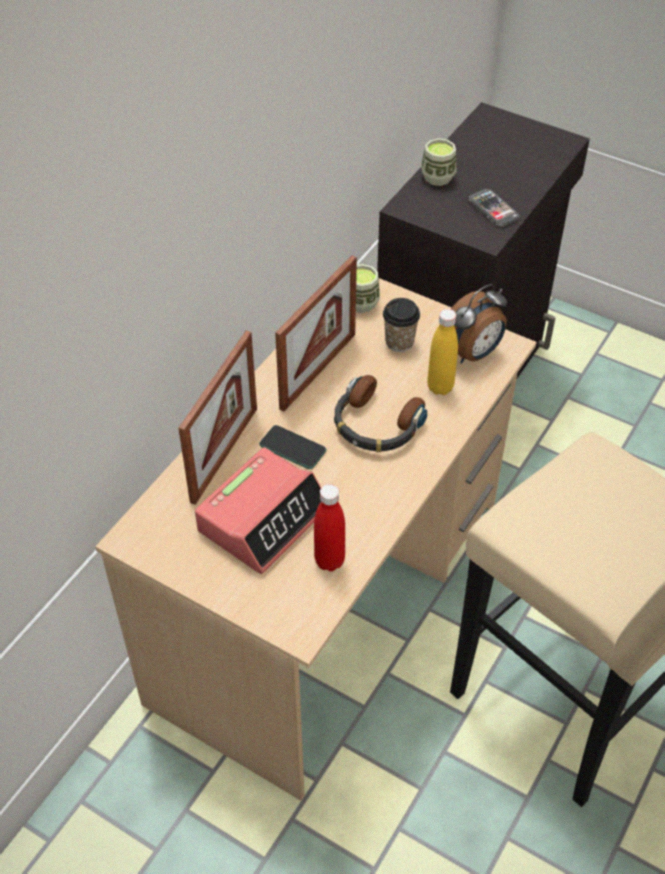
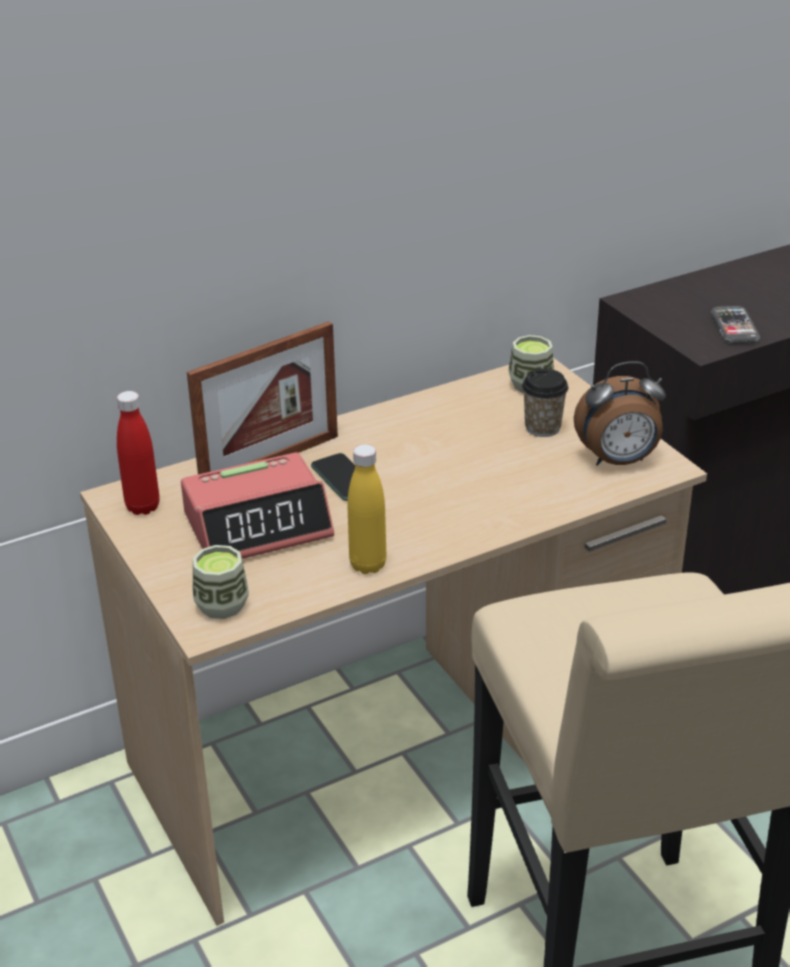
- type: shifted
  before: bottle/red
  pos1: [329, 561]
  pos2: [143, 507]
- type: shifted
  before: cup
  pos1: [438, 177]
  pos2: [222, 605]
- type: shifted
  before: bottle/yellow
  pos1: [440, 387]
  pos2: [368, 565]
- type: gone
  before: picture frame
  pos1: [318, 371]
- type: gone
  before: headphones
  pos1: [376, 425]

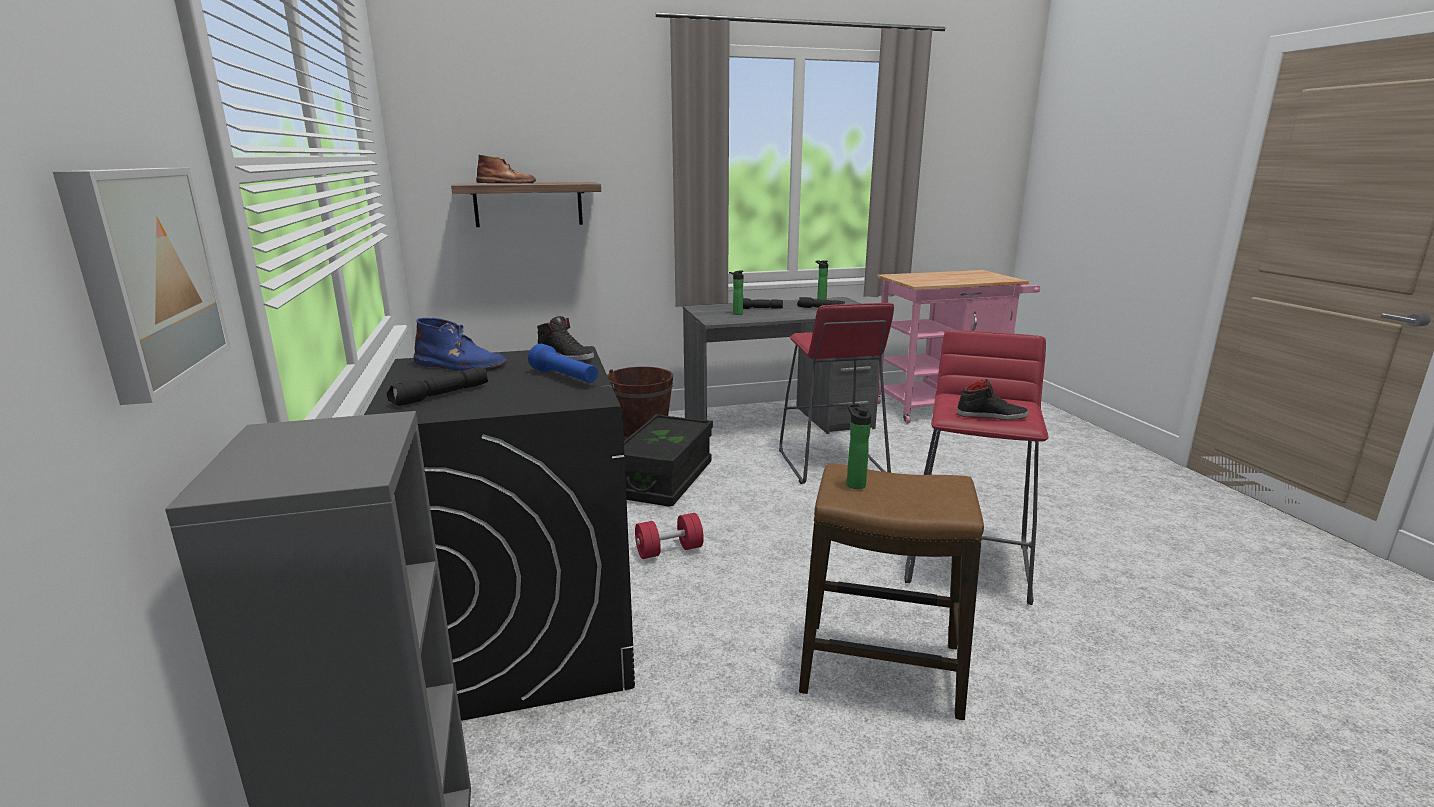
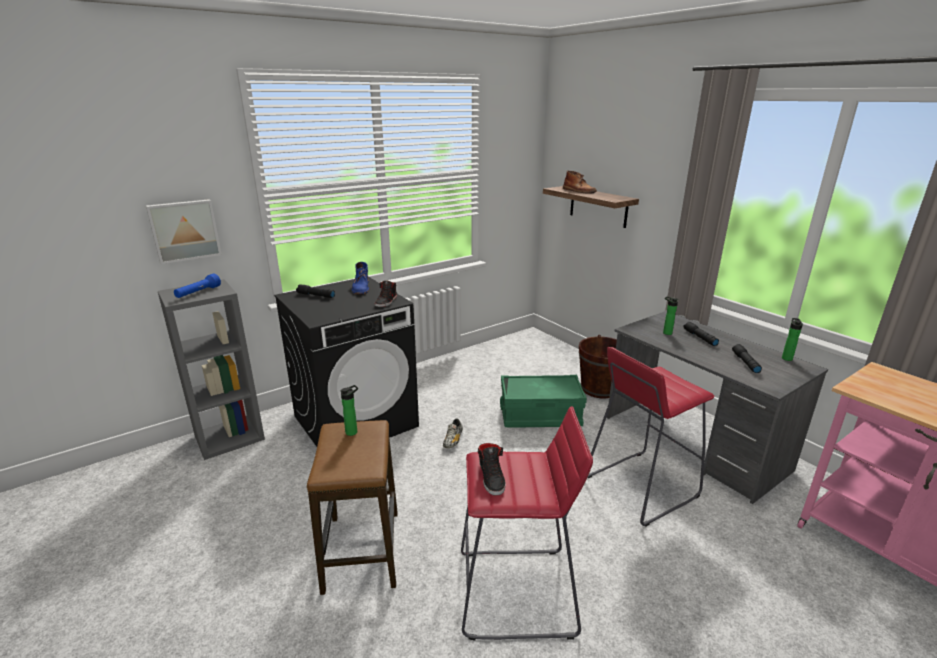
- type: shifted
  before: flashlight/blue
  pos1: [565, 378]
  pos2: [198, 293]
- type: swapped
  before: dumbbell/red
  after: shoe
  pos1: [669, 550]
  pos2: [453, 440]
- type: repainted
  before: storage box/black
  after: storage box/green
  pos1: [664, 480]
  pos2: [540, 415]

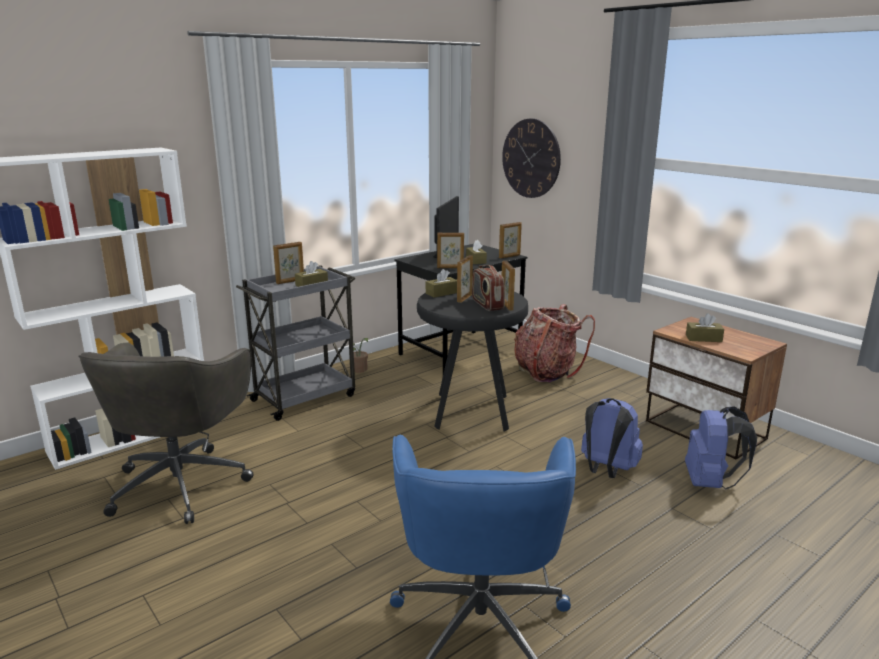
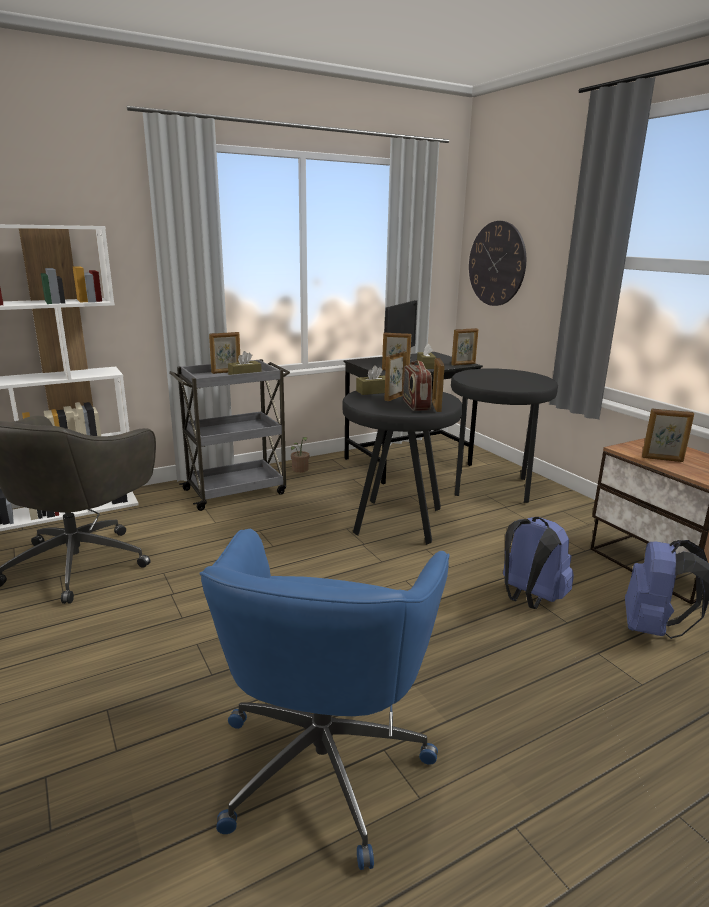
- type: swapped
  before: backpack
  after: stool/black
  pos1: [547, 371]
  pos2: [493, 488]
- type: swapped
  before: tissue box/brown
  after: picture frame
  pos1: [703, 338]
  pos2: [662, 459]

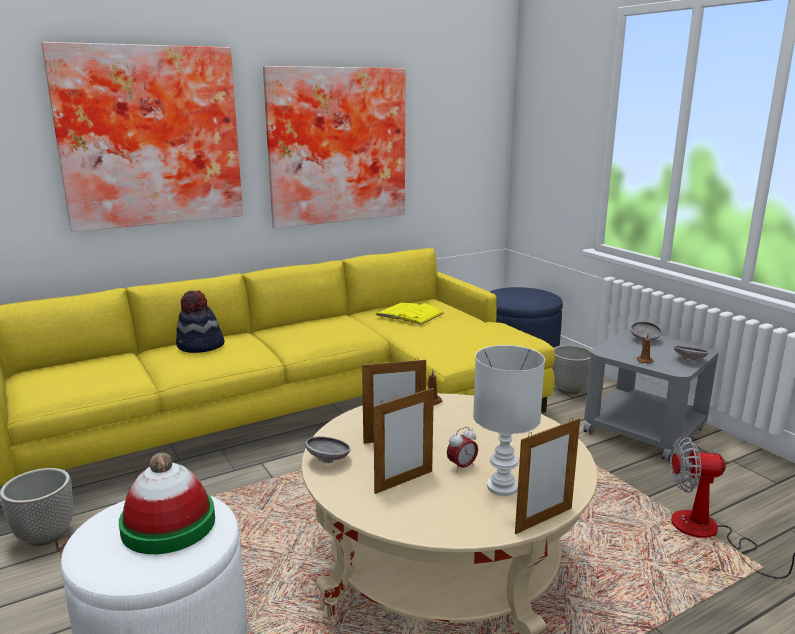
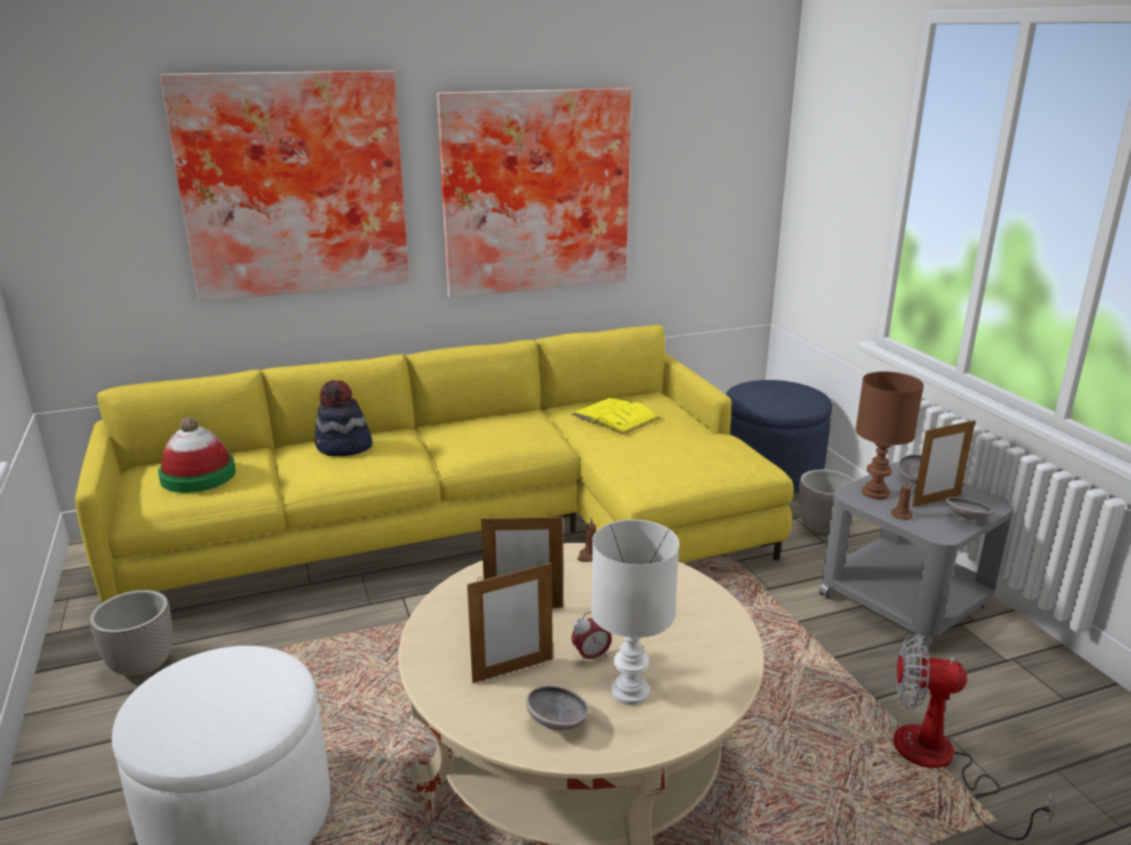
- type: shifted
  before: hat
  pos1: [168, 525]
  pos2: [198, 475]
- type: shifted
  before: bowl/grey
  pos1: [329, 460]
  pos2: [558, 723]
- type: new
  after: table lamp/brown
  pos2: [875, 492]
- type: shifted
  before: picture frame
  pos1: [543, 520]
  pos2: [936, 500]

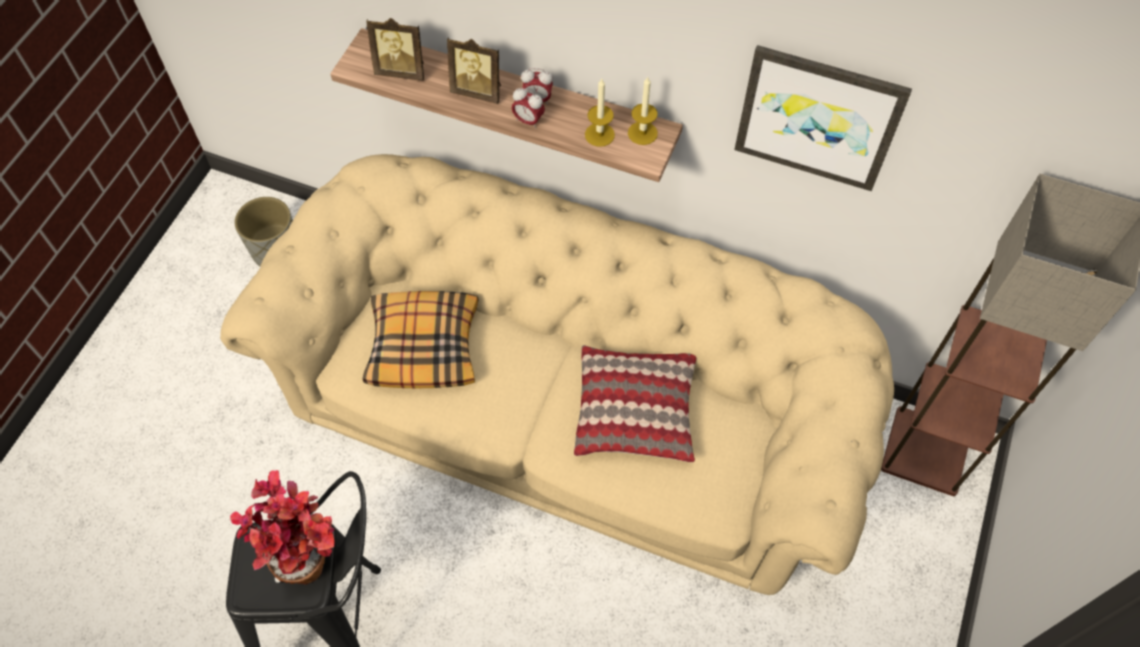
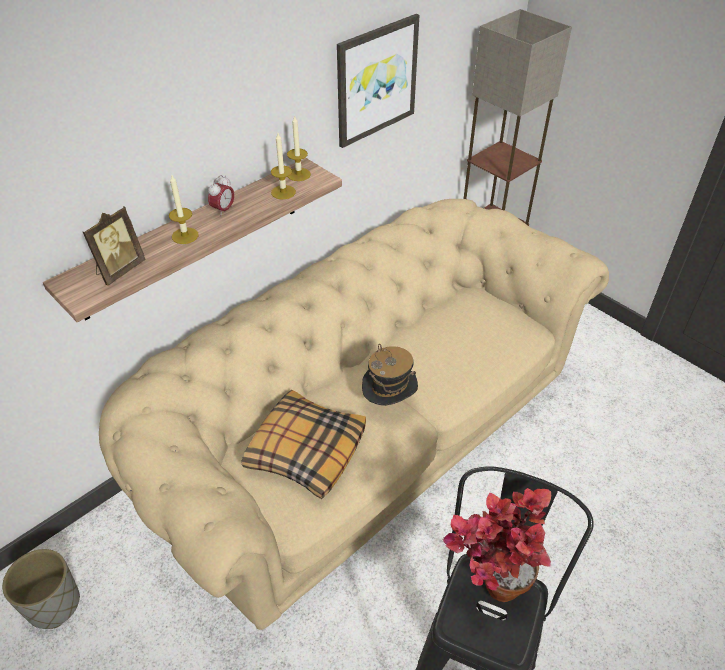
- type: swapped
  before: picture frame
  after: candle
  pos1: [478, 91]
  pos2: [185, 236]
- type: new
  after: hat
  pos2: [389, 403]
- type: gone
  before: alarm clock
  pos1: [528, 121]
- type: gone
  before: pillow
  pos1: [635, 411]

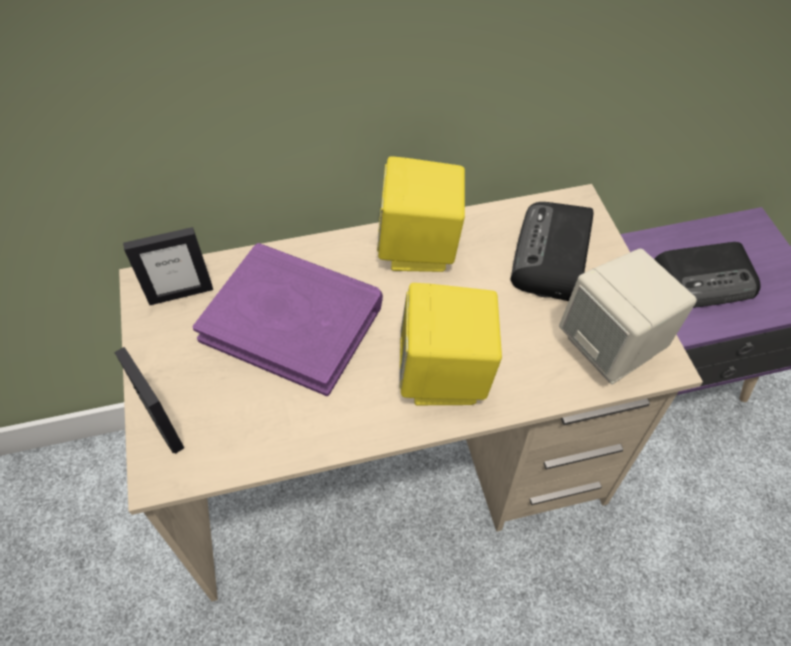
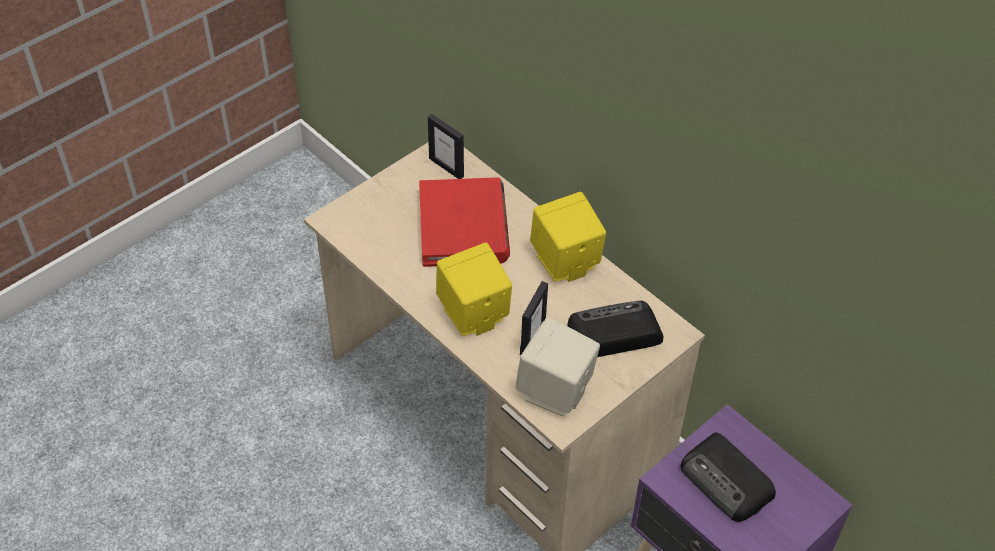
- type: repainted
  before: book/purple
  after: book/red
  pos1: [293, 320]
  pos2: [463, 226]
- type: shifted
  before: picture frame
  pos1: [162, 425]
  pos2: [532, 339]

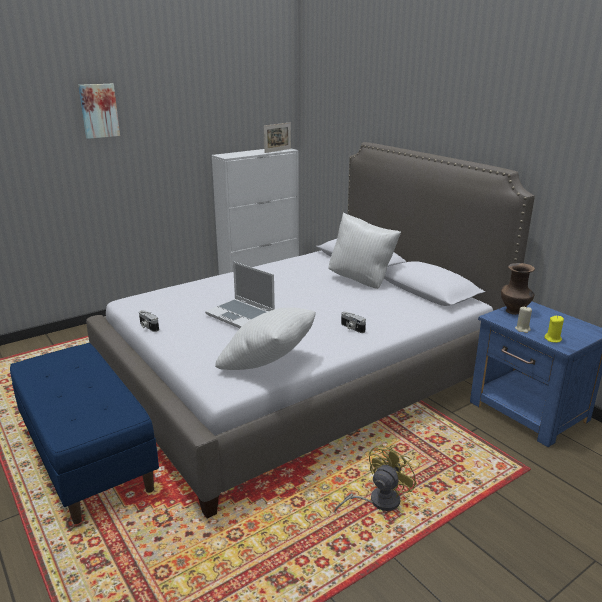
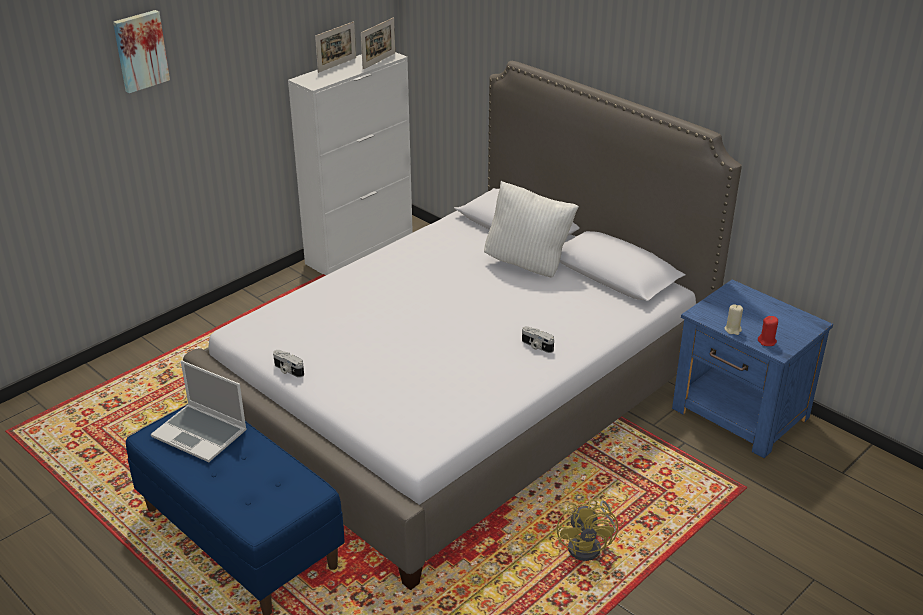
- type: shifted
  before: laptop
  pos1: [241, 315]
  pos2: [201, 434]
- type: new
  after: picture frame
  pos2: [337, 65]
- type: rotated
  before: fan/yellow
  pos1: [377, 501]
  pos2: [589, 546]
  turn: 150
- type: repainted
  before: candle/yellow
  after: candle/red
  pos1: [553, 339]
  pos2: [767, 341]
- type: gone
  before: pillow/white
  pos1: [268, 364]
- type: gone
  before: vase/brown
  pos1: [514, 311]

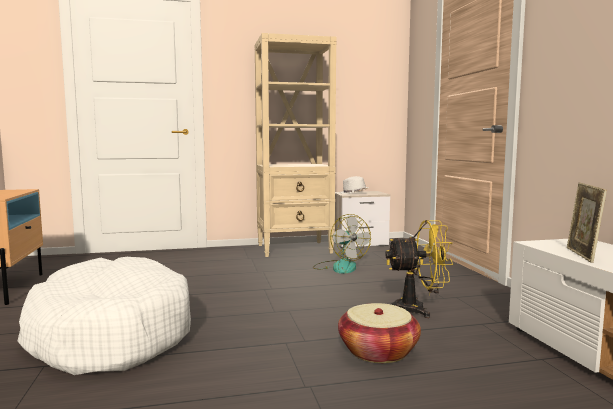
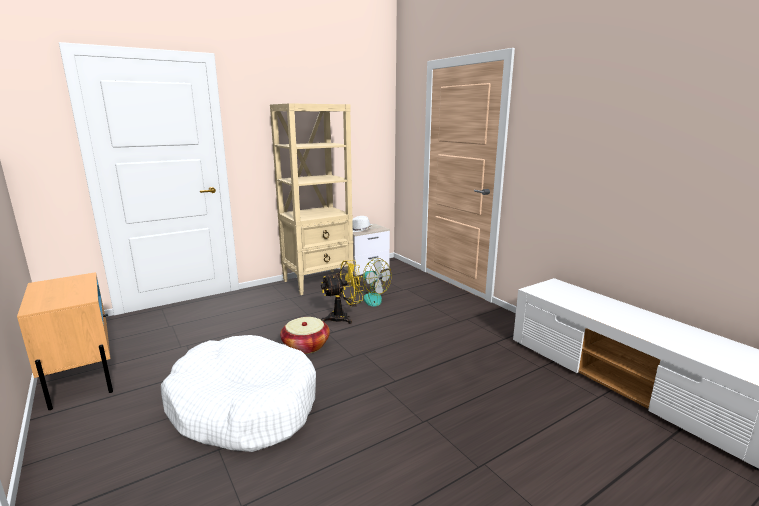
- type: shifted
  before: basket
  pos1: [378, 351]
  pos2: [306, 346]
- type: shifted
  before: fan/yellow
  pos1: [417, 309]
  pos2: [343, 317]
- type: gone
  before: picture frame
  pos1: [582, 255]

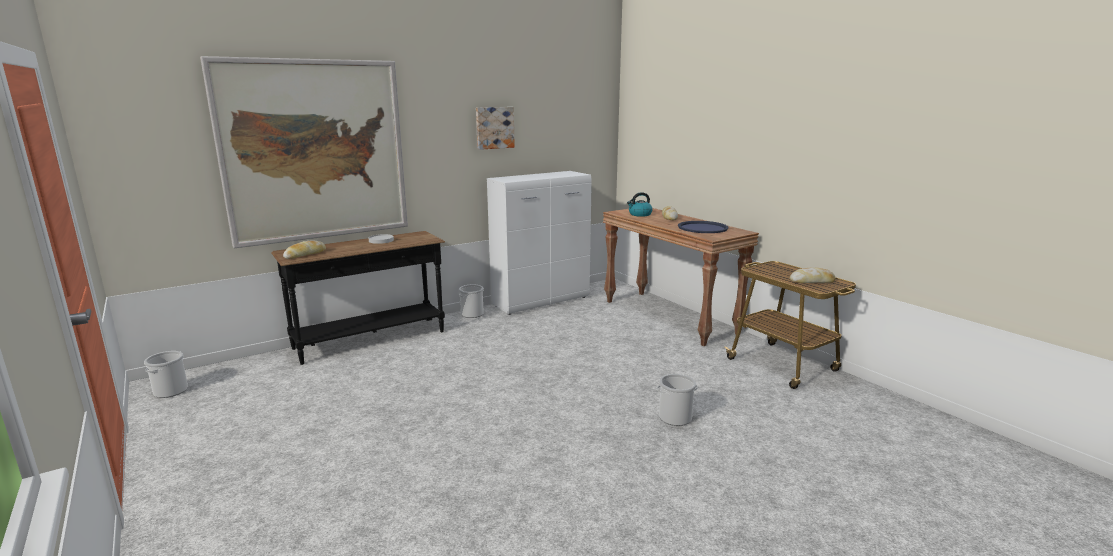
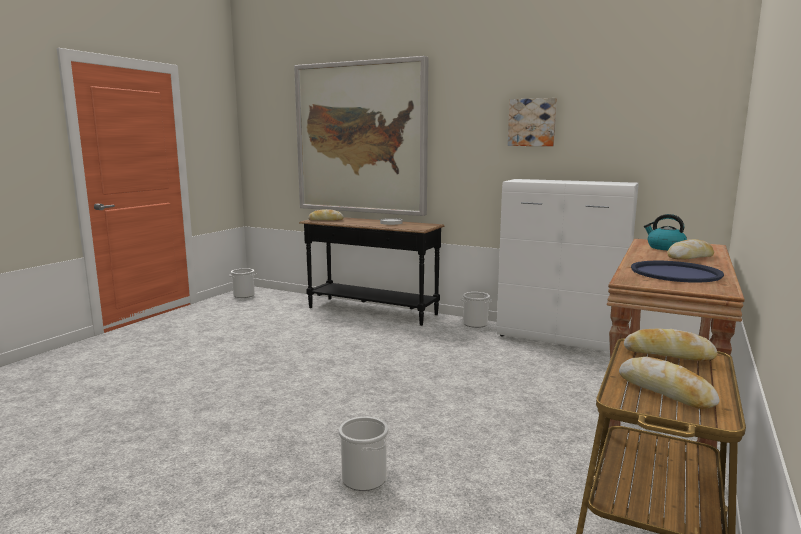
- type: new
  after: bread
  pos2: [668, 354]

